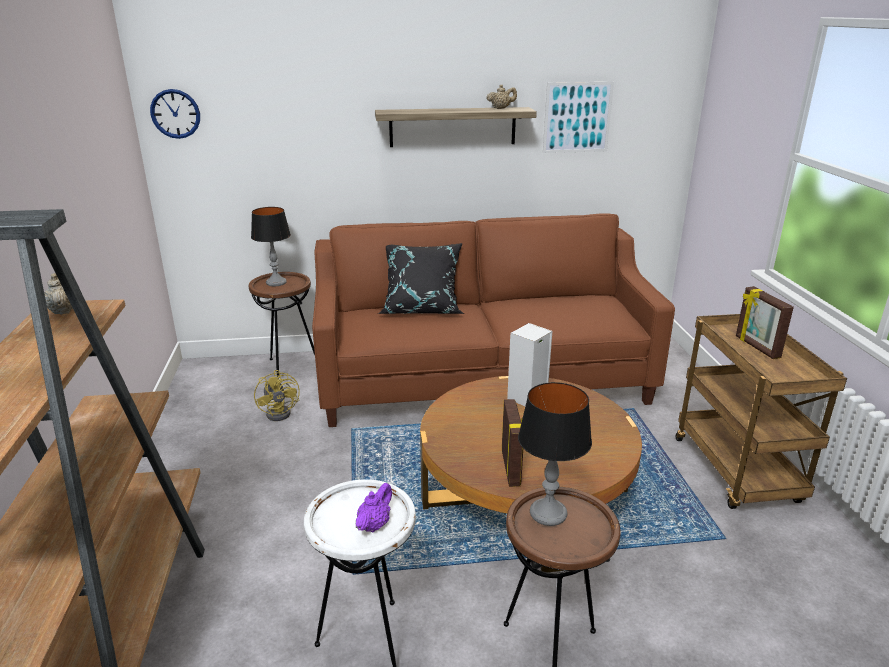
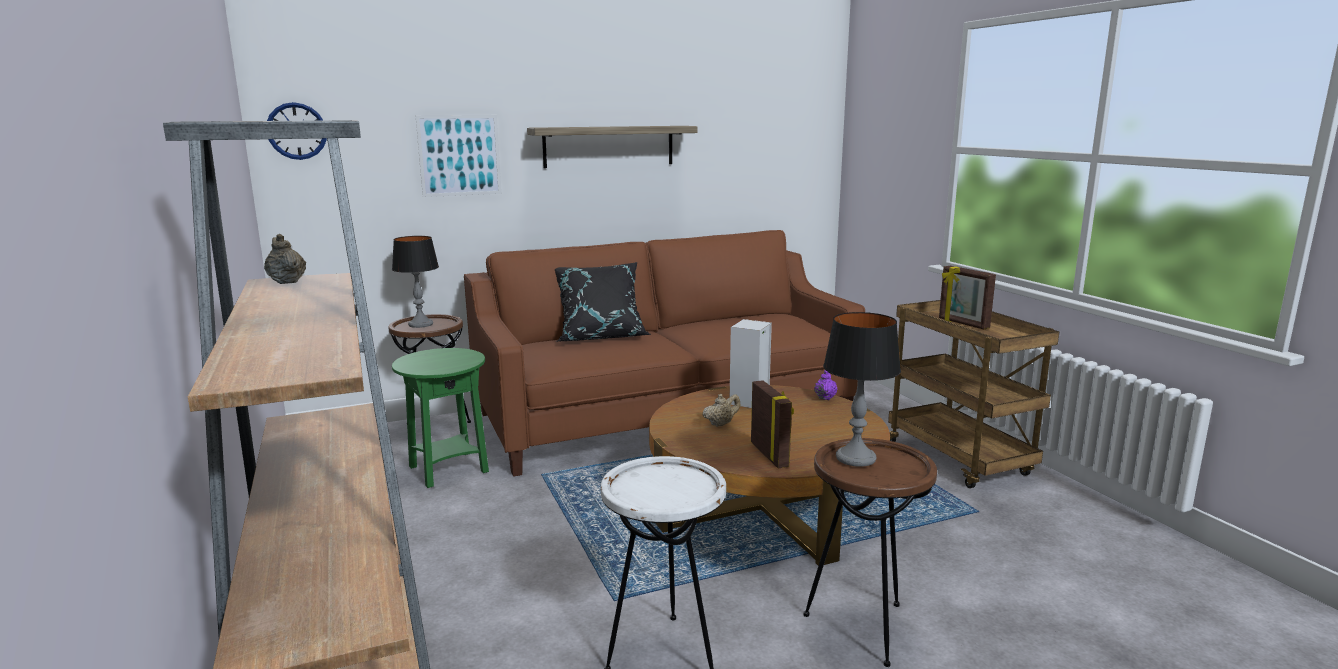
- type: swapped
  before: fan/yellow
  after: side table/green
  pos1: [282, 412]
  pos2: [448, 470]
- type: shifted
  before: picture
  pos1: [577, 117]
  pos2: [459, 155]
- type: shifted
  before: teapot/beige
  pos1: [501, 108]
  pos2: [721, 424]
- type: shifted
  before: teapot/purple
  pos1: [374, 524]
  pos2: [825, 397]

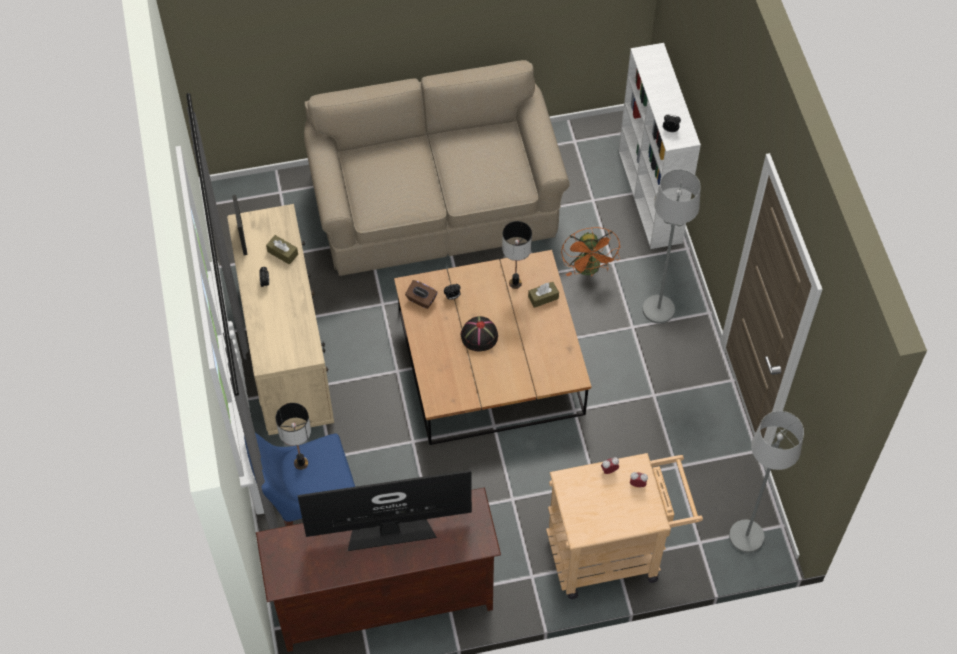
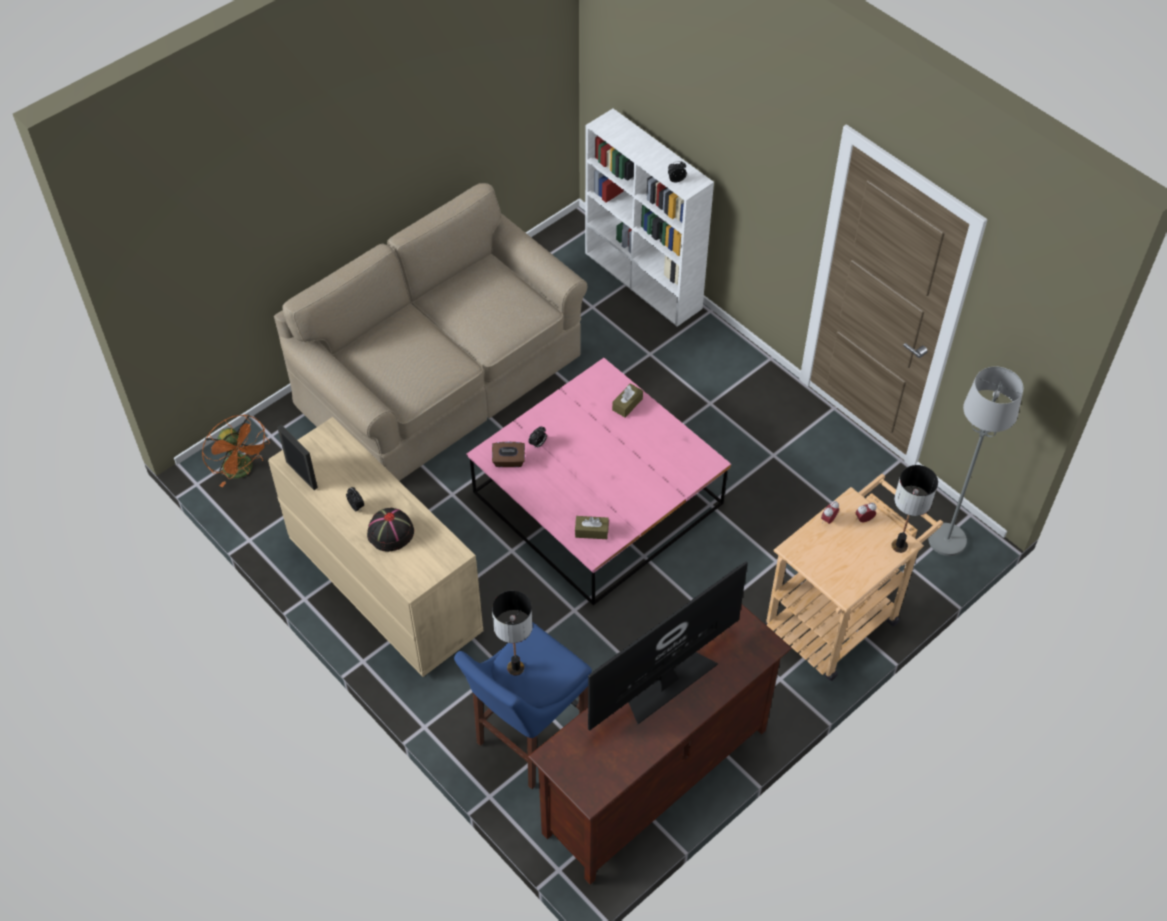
- type: shifted
  before: fan/orange
  pos1: [589, 270]
  pos2: [242, 470]
- type: shifted
  before: hat/black
  pos1: [479, 336]
  pos2: [390, 533]
- type: repainted
  before: coffee table/brown
  after: coffee table/pink
  pos1: [490, 361]
  pos2: [597, 497]
- type: shifted
  before: tissue box/brown
  pos1: [282, 253]
  pos2: [591, 531]
- type: shifted
  before: table lamp
  pos1: [515, 283]
  pos2: [899, 546]
- type: gone
  before: floor lamp/grey
  pos1: [659, 310]

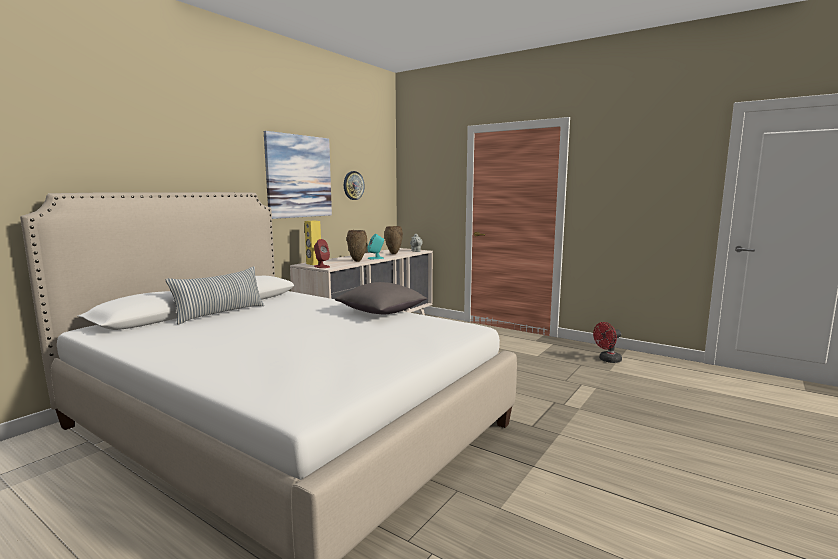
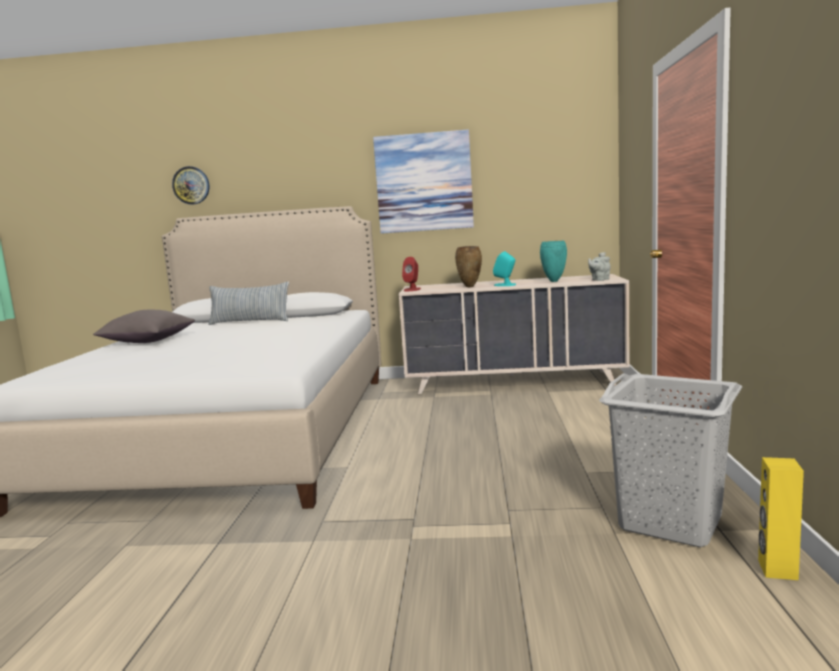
- type: shifted
  before: pillow/grey
  pos1: [381, 312]
  pos2: [148, 341]
- type: shifted
  before: wall clock
  pos1: [353, 185]
  pos2: [191, 185]
- type: repainted
  before: vase/brown
  after: vase/turquoise
  pos1: [393, 254]
  pos2: [554, 281]
- type: swapped
  before: fan/red
  after: laundry basket/grey
  pos1: [607, 360]
  pos2: [670, 522]
- type: shifted
  before: speaker/yellow
  pos1: [314, 264]
  pos2: [777, 570]

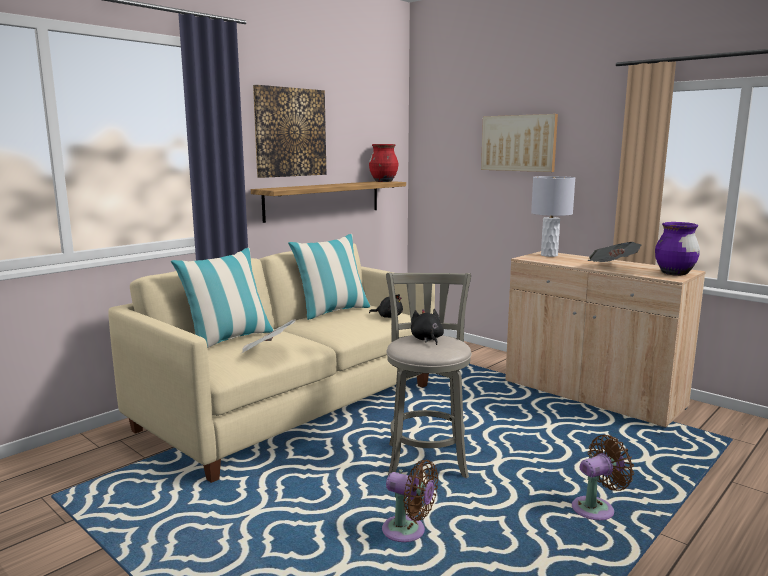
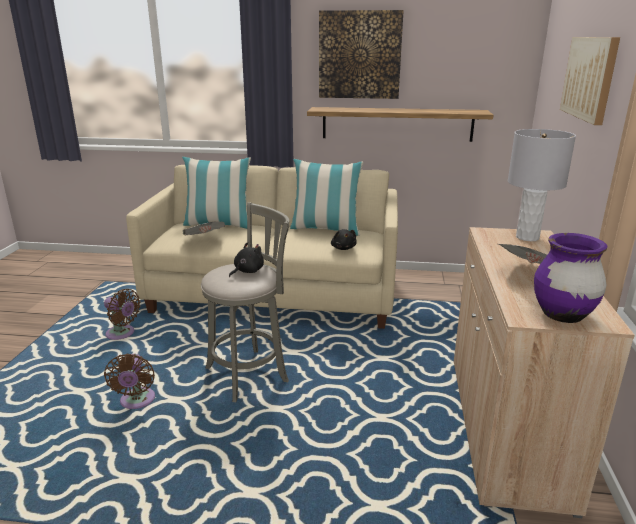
- type: shifted
  before: fan/brown
  pos1: [596, 508]
  pos2: [122, 334]
- type: gone
  before: vase/red
  pos1: [383, 181]

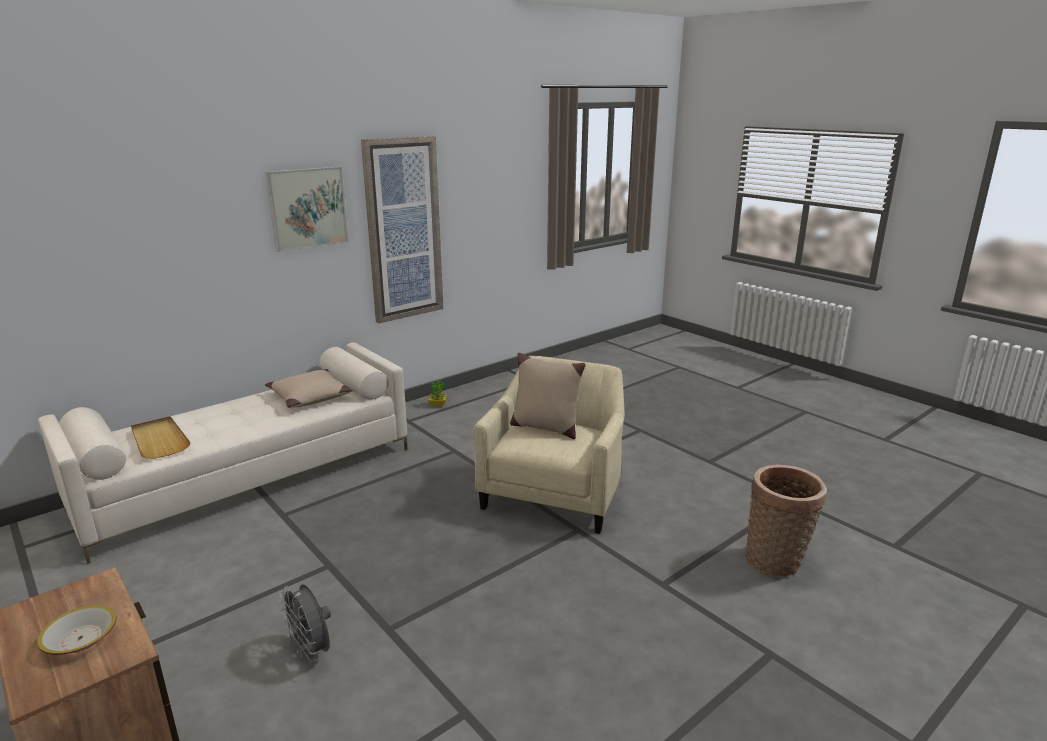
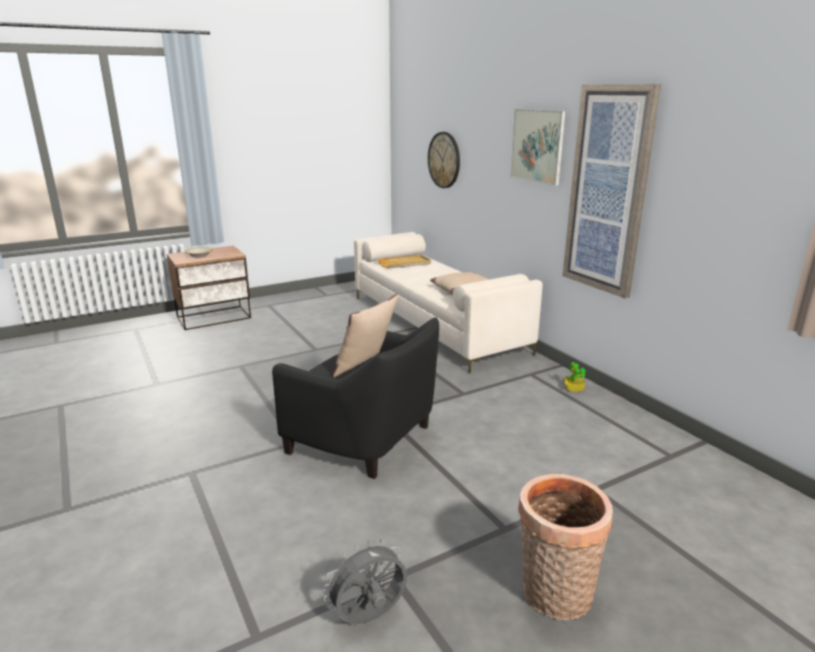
- type: repainted
  before: armchair/beige
  after: armchair/black
  pos1: [555, 492]
  pos2: [365, 438]
- type: shifted
  before: fan/grey
  pos1: [311, 652]
  pos2: [369, 618]
- type: new
  after: wall clock
  pos2: [444, 160]
- type: shifted
  before: basket
  pos1: [776, 562]
  pos2: [554, 596]

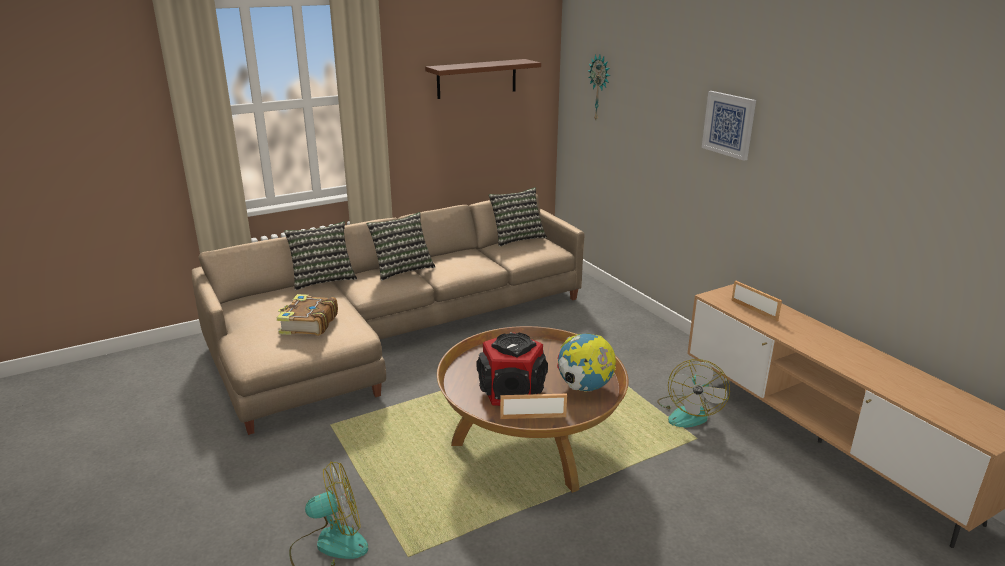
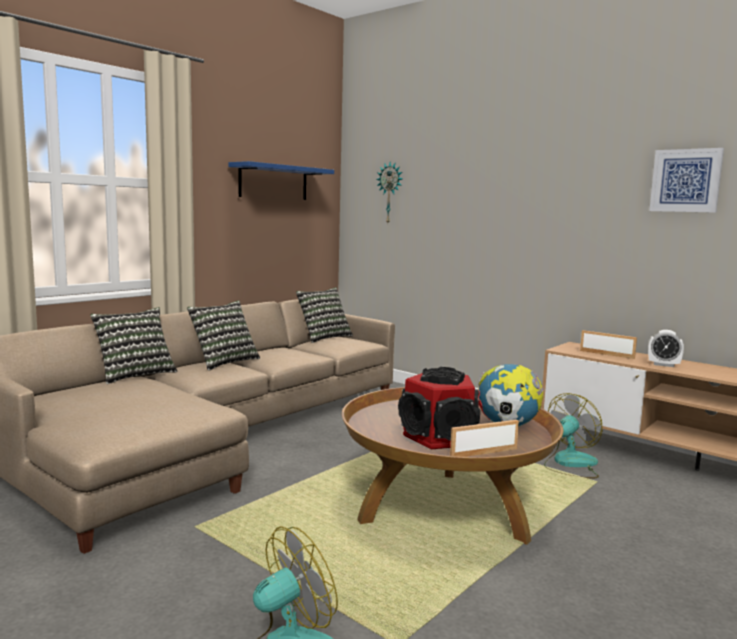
- type: repainted
  before: shelf/brown
  after: shelf/blue
  pos1: [477, 78]
  pos2: [273, 182]
- type: rotated
  before: fan
  pos1: [689, 413]
  pos2: [569, 464]
  turn: -135
- type: new
  after: alarm clock
  pos2: [663, 365]
- type: shifted
  before: picture
  pos1: [729, 124]
  pos2: [685, 180]
- type: gone
  before: book
  pos1: [308, 324]

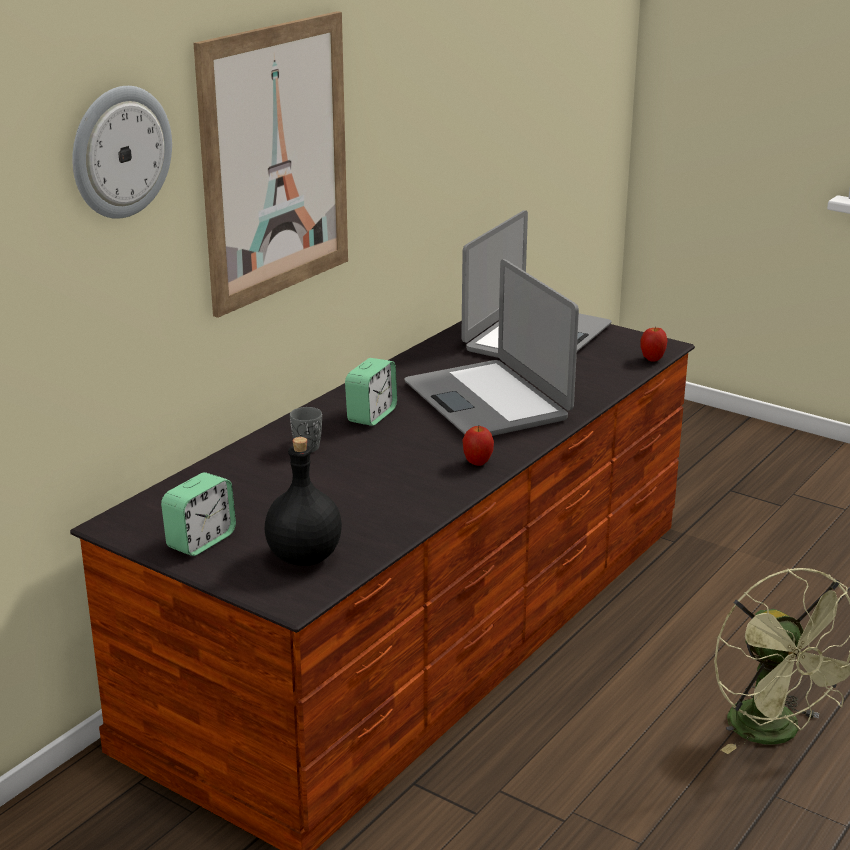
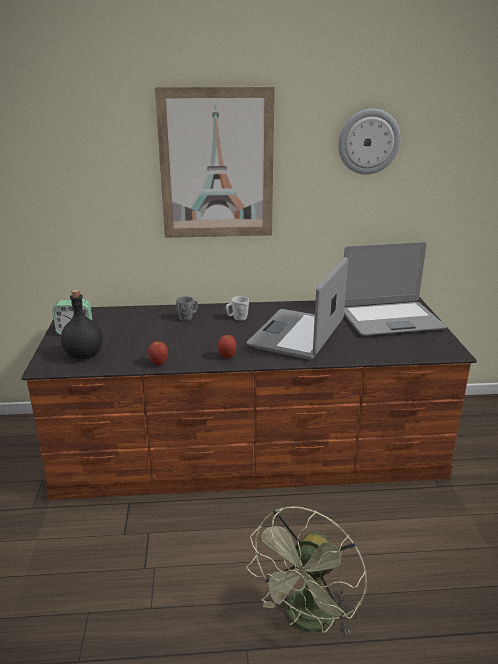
- type: shifted
  before: apple
  pos1: [652, 359]
  pos2: [158, 363]
- type: swapped
  before: alarm clock
  after: mug/white
  pos1: [371, 415]
  pos2: [237, 318]
- type: shifted
  before: wall clock
  pos1: [120, 152]
  pos2: [368, 142]

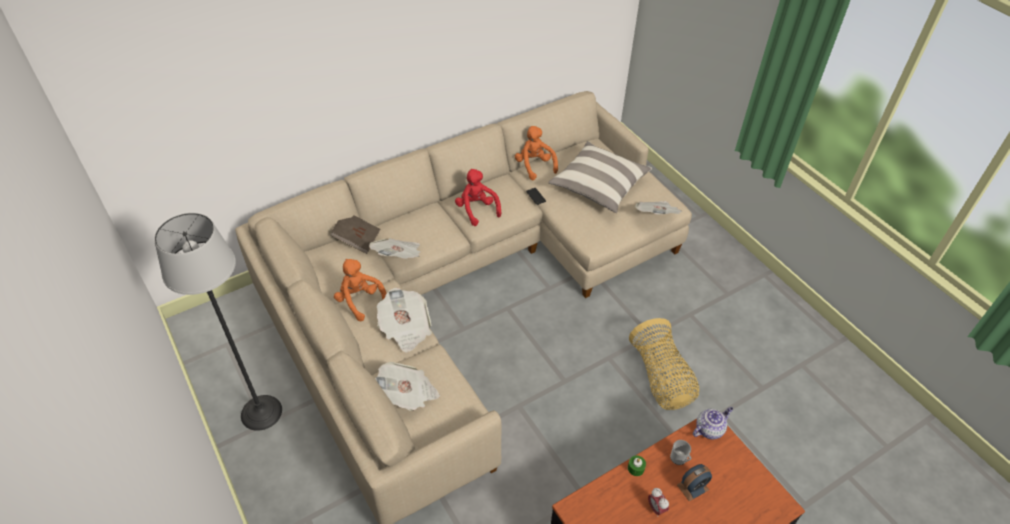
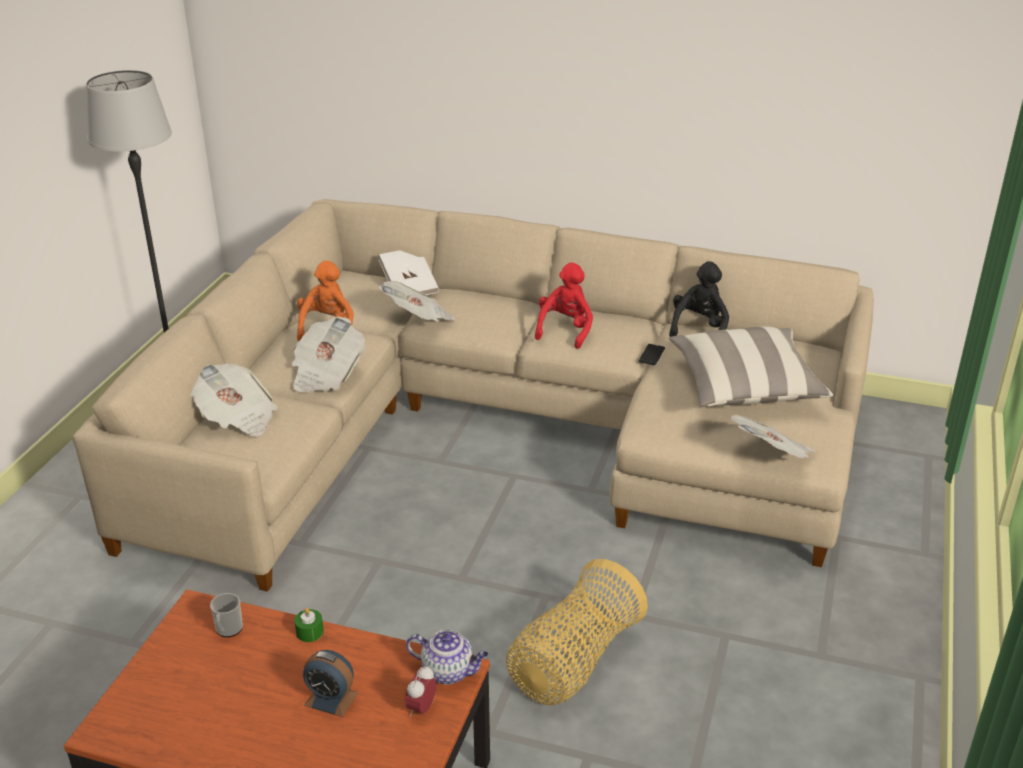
- type: shifted
  before: mug
  pos1: [679, 459]
  pos2: [228, 630]
- type: repainted
  before: book/brown
  after: book/white
  pos1: [357, 239]
  pos2: [409, 286]
- type: shifted
  before: alarm clock
  pos1: [656, 508]
  pos2: [421, 709]
- type: repainted
  before: plush toy/orange
  after: plush toy/black
  pos1: [534, 166]
  pos2: [699, 329]

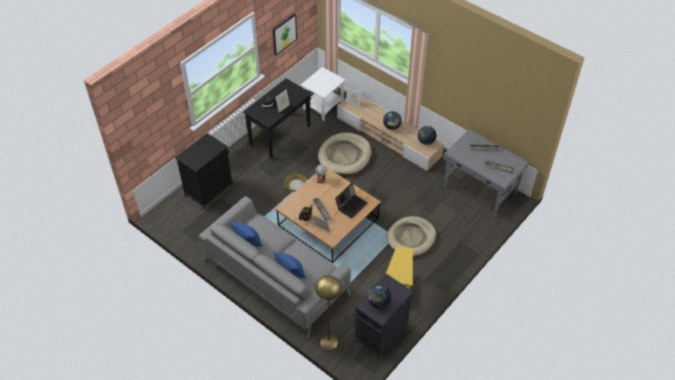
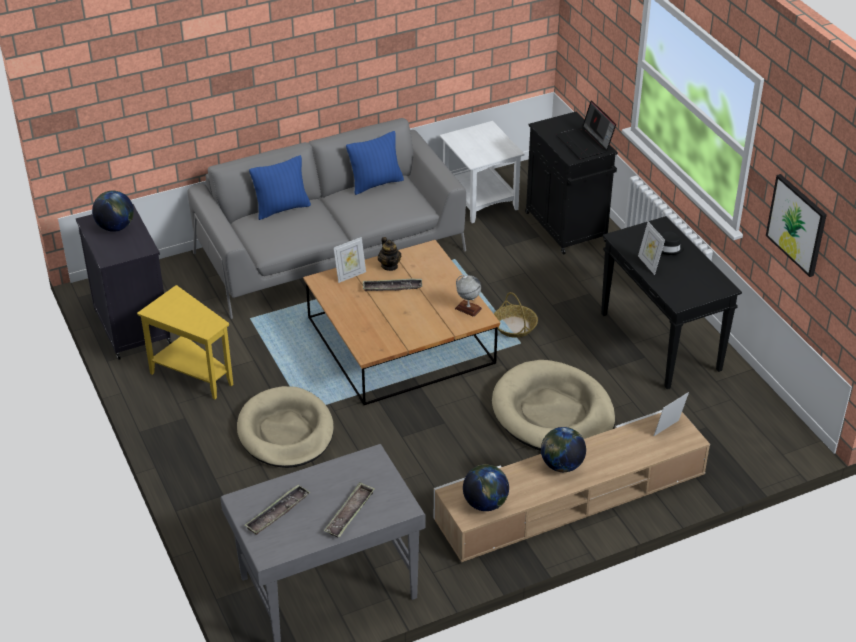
- type: shifted
  before: side table/white
  pos1: [323, 106]
  pos2: [481, 199]
- type: shifted
  before: laptop
  pos1: [351, 205]
  pos2: [585, 143]
- type: gone
  before: floor lamp/yellow
  pos1: [329, 341]

